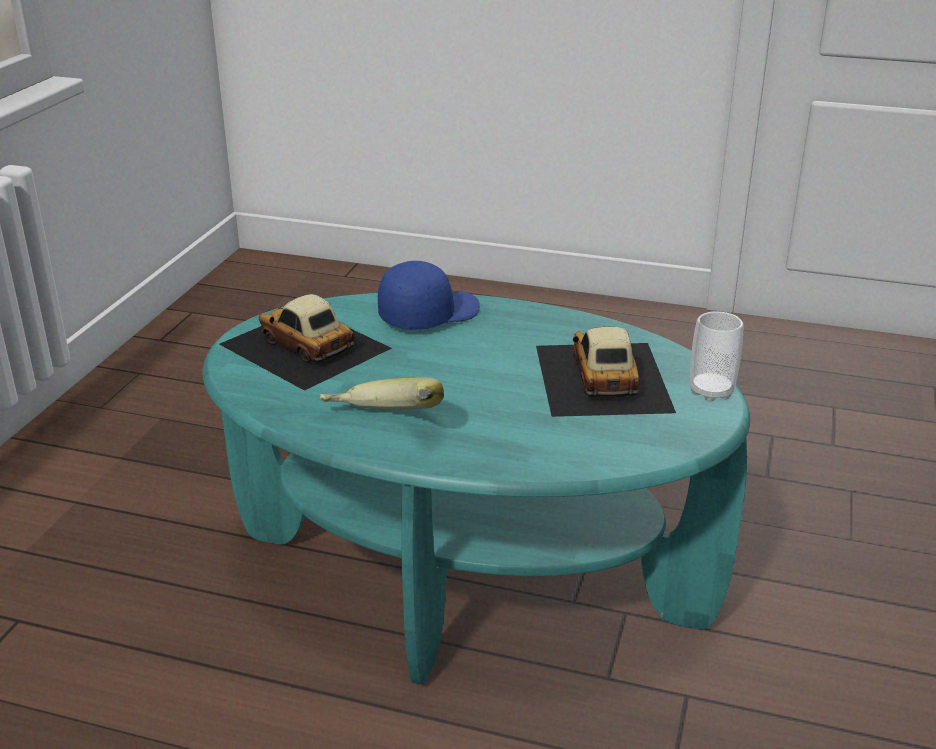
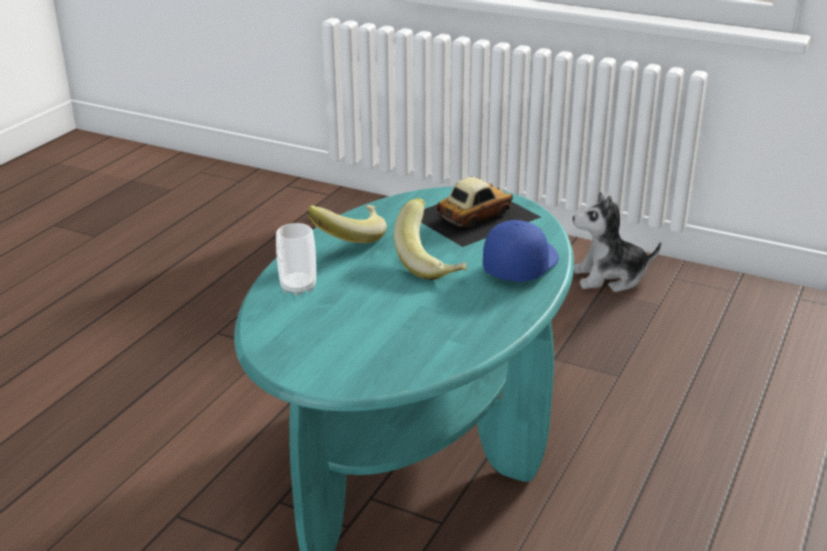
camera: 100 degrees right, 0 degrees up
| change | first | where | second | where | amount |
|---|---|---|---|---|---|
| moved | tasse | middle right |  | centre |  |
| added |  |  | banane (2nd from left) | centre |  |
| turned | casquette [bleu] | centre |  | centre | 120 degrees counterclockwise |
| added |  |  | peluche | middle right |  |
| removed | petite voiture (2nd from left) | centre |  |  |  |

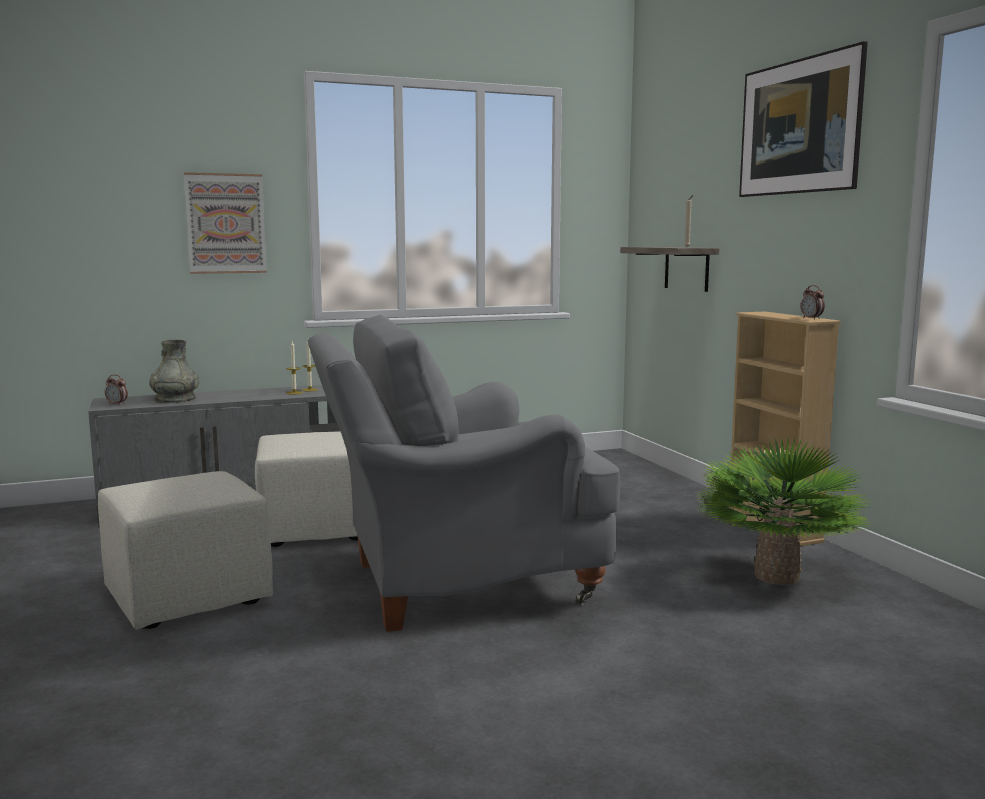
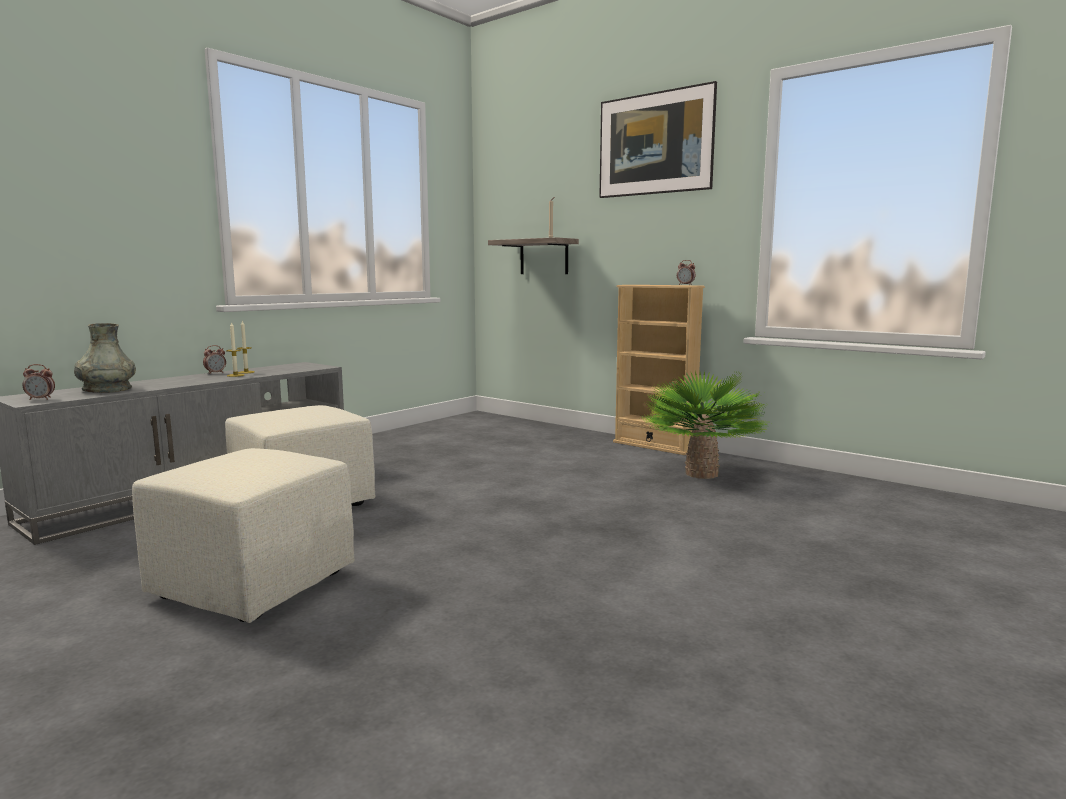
camera: 30 degrees left, 0 degrees up
| change | first | where | second | where | amount |
|---|---|---|---|---|---|
| added |  |  | réveil (2nd from left) | middle left |  |
| removed | tableau (1st from left) | top left |  |  |  |
| removed | fauteuil [gris] | centre |  |  |  |

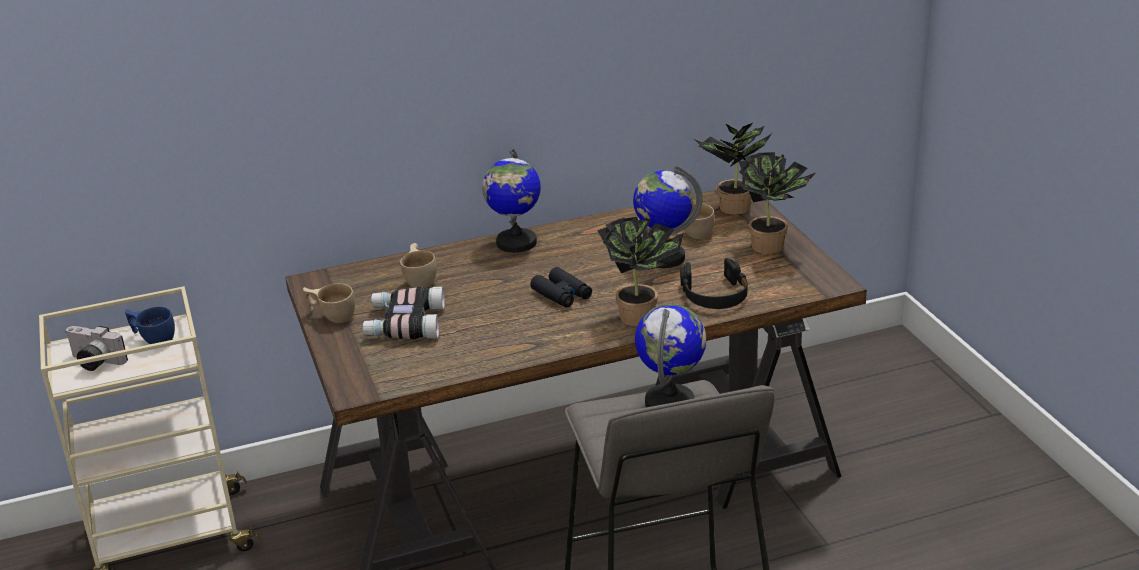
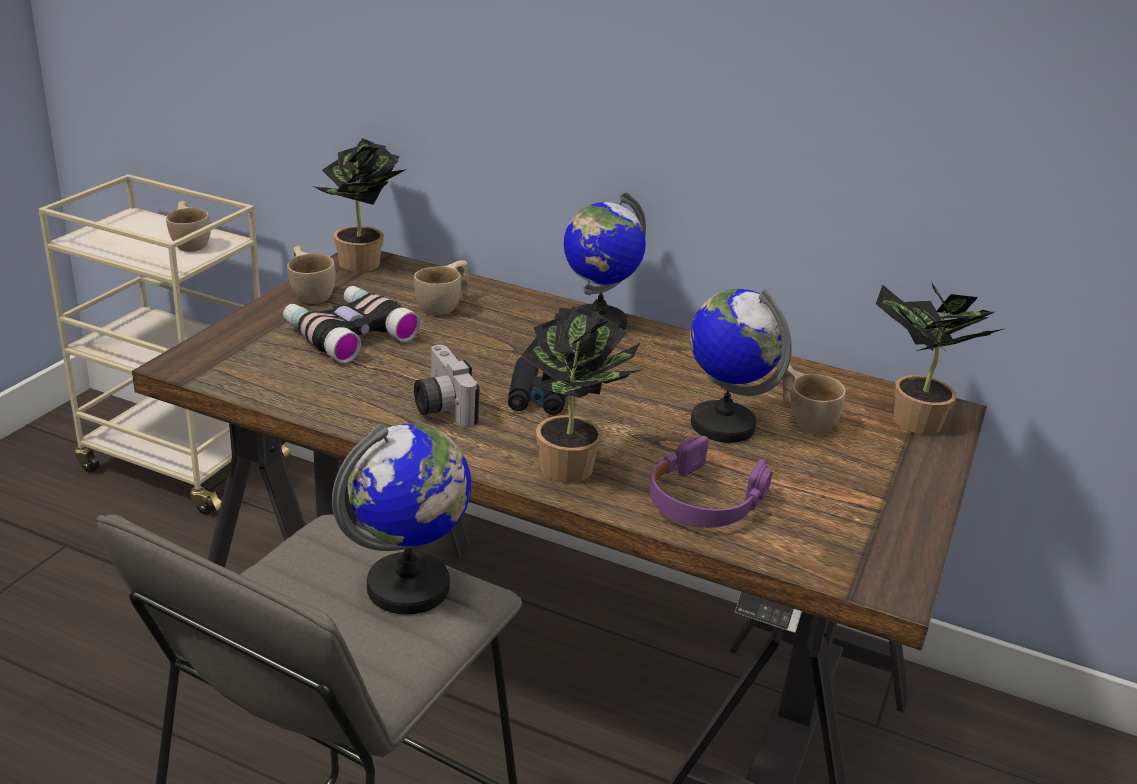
camera: 40 degrees right, 0 degrees up
| change | first | where | second | where | amount |
|---|---|---|---|---|---|
| recoloured | tasse [bleu] | middle left | tasse [beige] (1st from left) | top left |  |
| moved | plante en pot (3rd from left in the first image) | middle right | plante en pot (1st from left) | top left |  |
| moved | appareil photo | middle left |  | centre |  |
| recoloured | casque audio [noir] | centre | casque audio [violet] | centre |  |

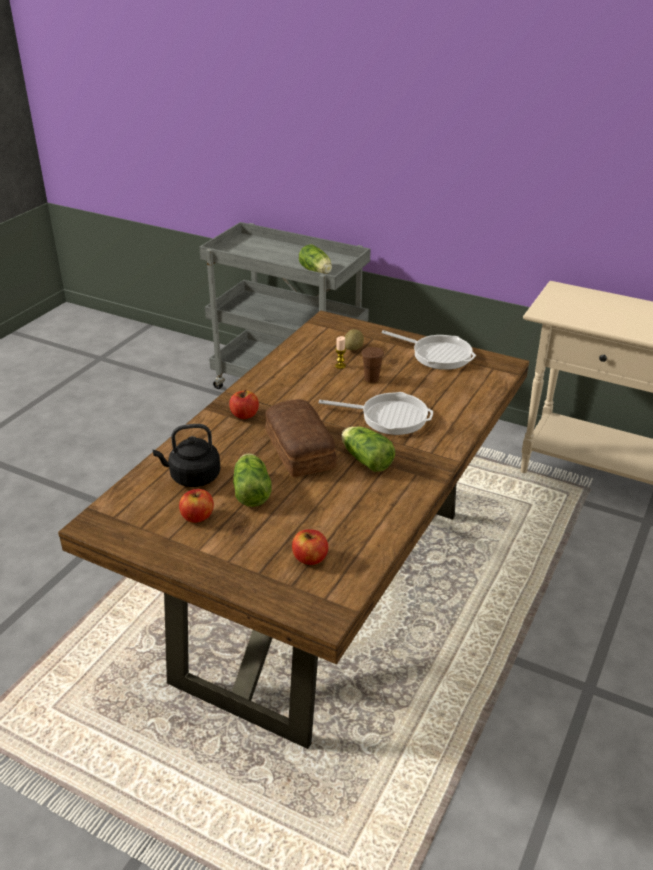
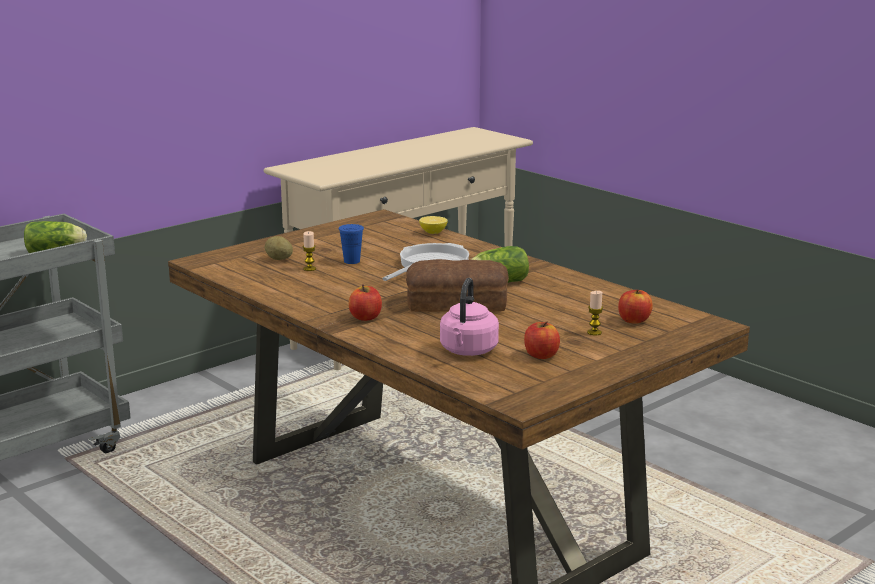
camera: 70 degrees left, 15 degrees down
| change | first | where | second | where | amount |
|---|---|---|---|---|---|
| recoloured | tasse [marron] | centre | tasse [bleu] | centre |  |
| added |  |  | citron | centre |  |
| recoloured | bouilloire [noir] | middle left | bouilloire [rose] | centre |  |
| added |  |  | bougie (2nd from left) | middle right |  |
| removed | laitue (1st from left) | centre |  |  |  |
| removed | poêle (2nd from left) | centre |  |  |  |

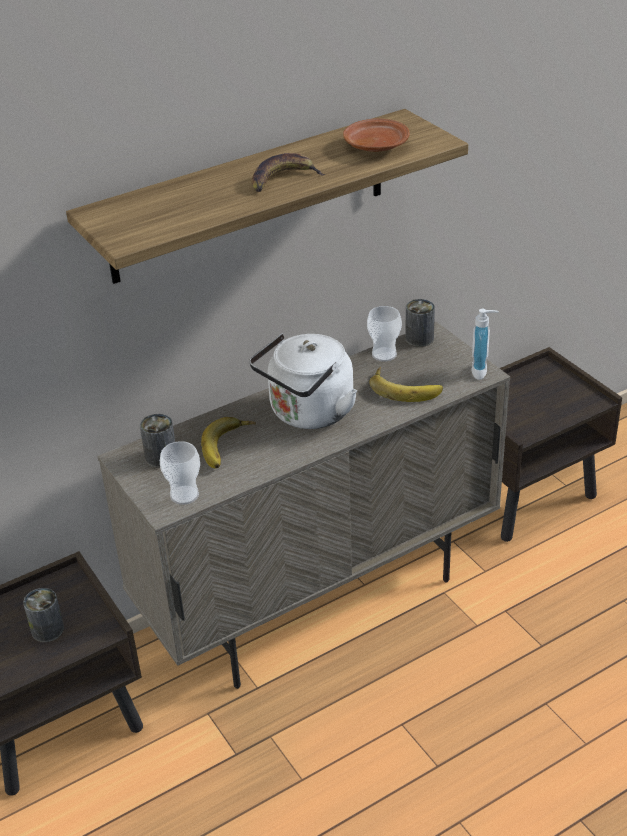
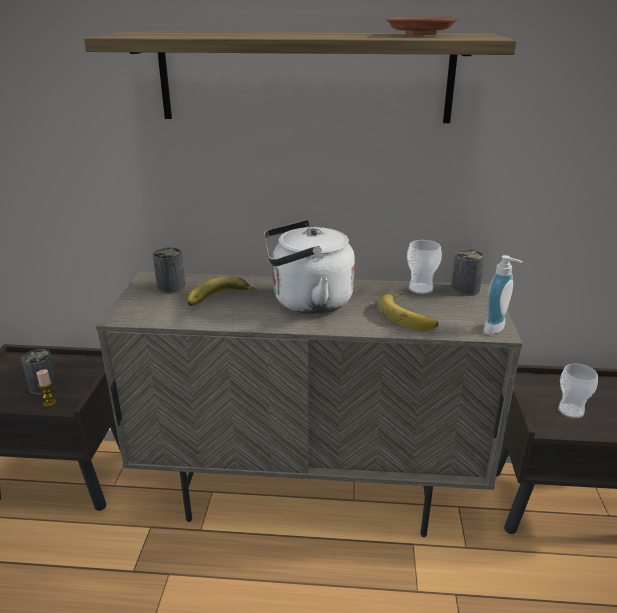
camera: 35 degrees right, 10 degrees down
| change | first | where | second | where | amount |
|---|---|---|---|---|---|
| added |  |  | bougie | middle left |  |
| moved | tasse (1st from left in the first image) | middle left | tasse (2nd from left) | middle right |  |
| removed | banane (2nd from left) | top centre |  |  |  |

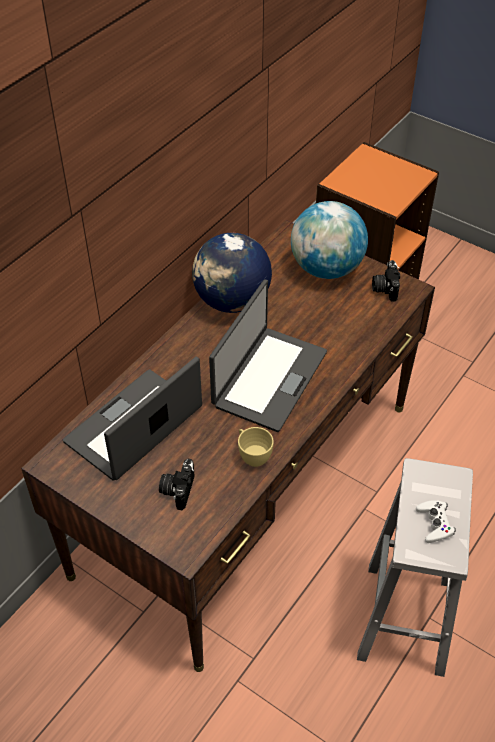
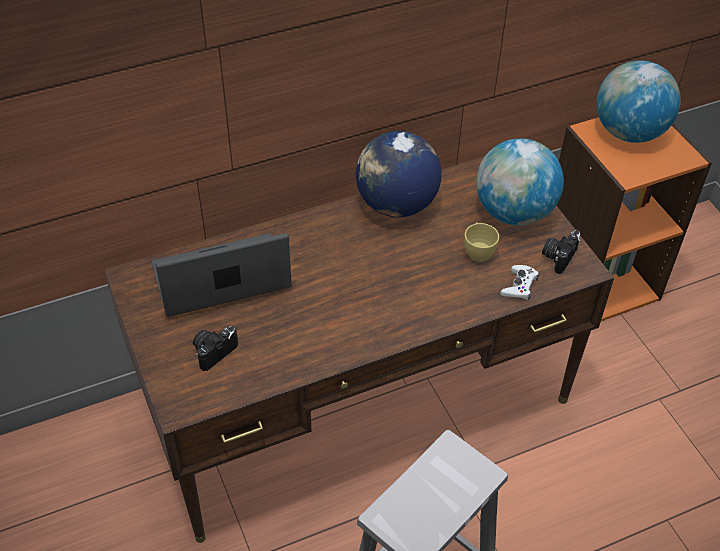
camera: 30 degrees right, 0 degrees up
| change | first | where | second | where | amount |
|---|---|---|---|---|---|
| moved | tasse [jaune] | centre |  | middle right |  |
| moved | manette [blanc] | bottom right |  | middle right |  |
| added |  |  | globe (3rd from left) | top right |  |
| removed | ordinateur portable (2nd from left) | centre |  |  |  |

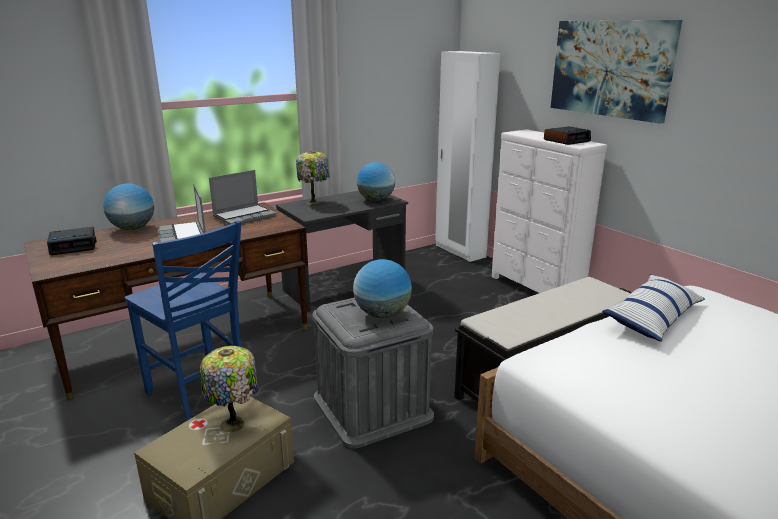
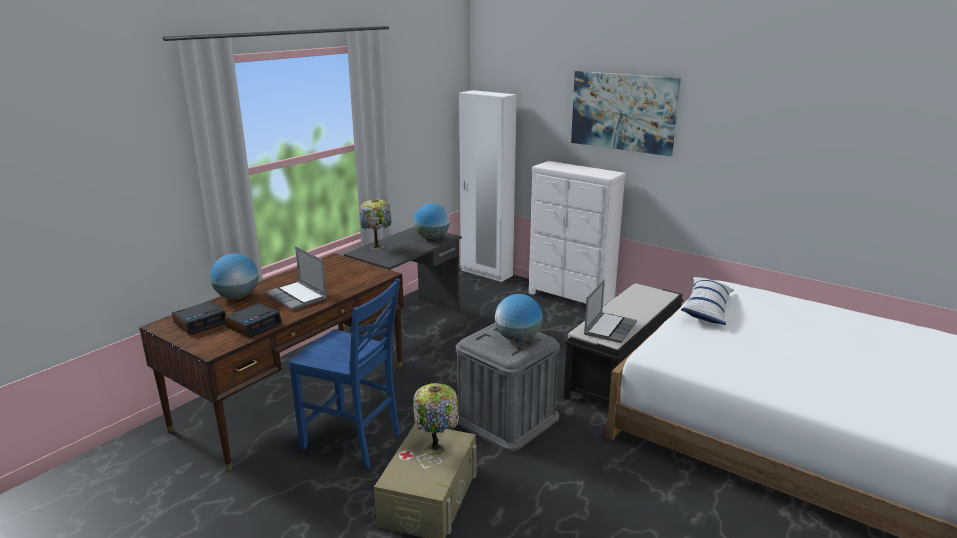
camera: 20 degrees left, 0 degrees up
| change | first | where | second | where | amount |
|---|---|---|---|---|---|
| moved | réveil (2nd from left) | top right |  | middle left |  |
| moved | ordinateur portable (2nd from left) | middle left |  | centre |  |

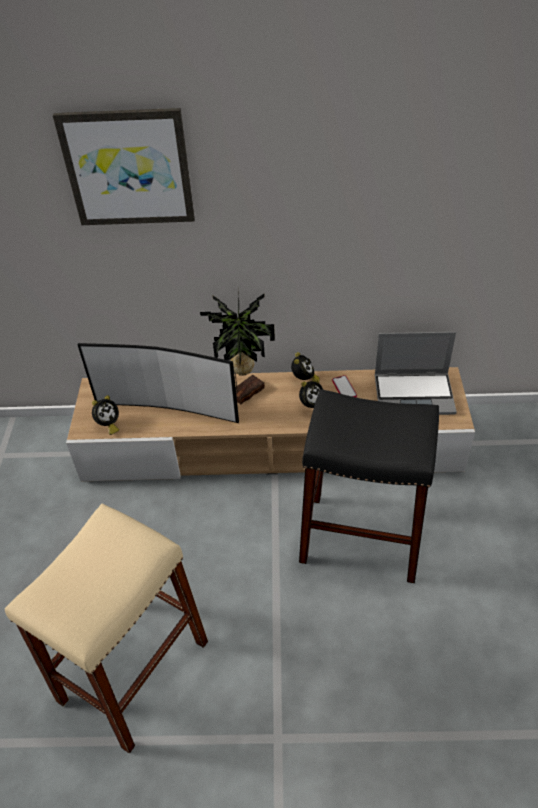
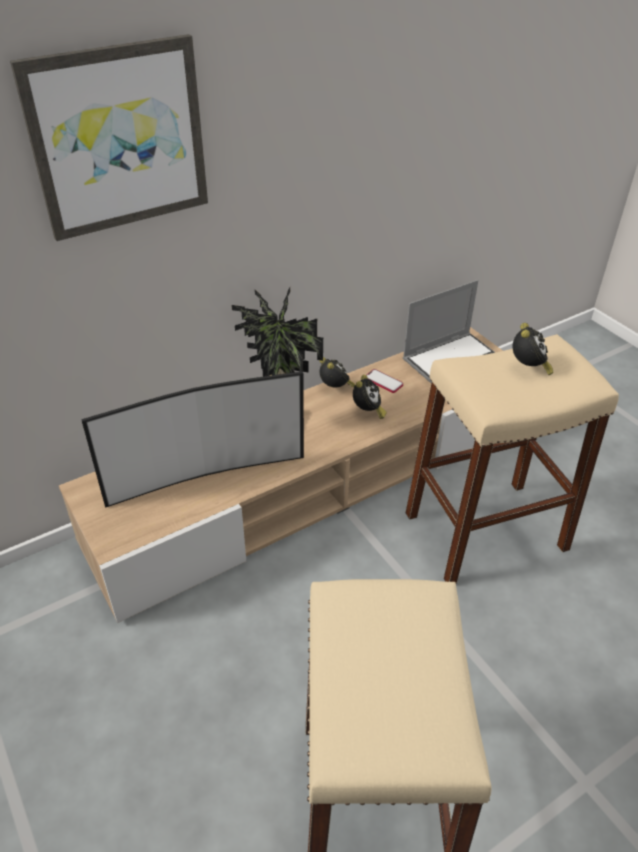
camera: 35 degrees left, 5 degrees down
| change | first | where | second | where | amount |
|---|---|---|---|---|---|
| recoloured | tabouret [noir] | middle right | tabouret [beige] (2nd from left) | middle right |  |
| moved | réveil (1st from left in the first image) | middle left | réveil (3rd from left) | middle right |  |

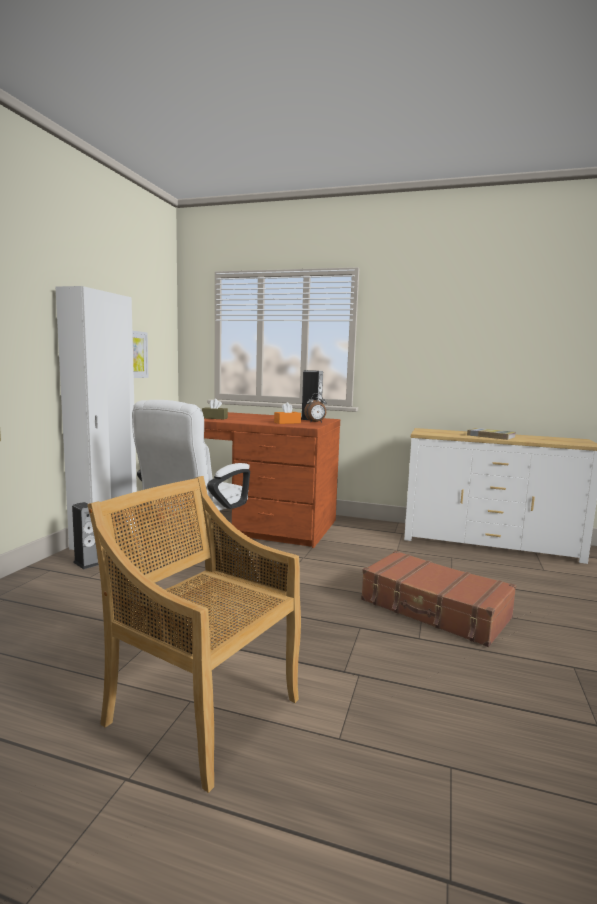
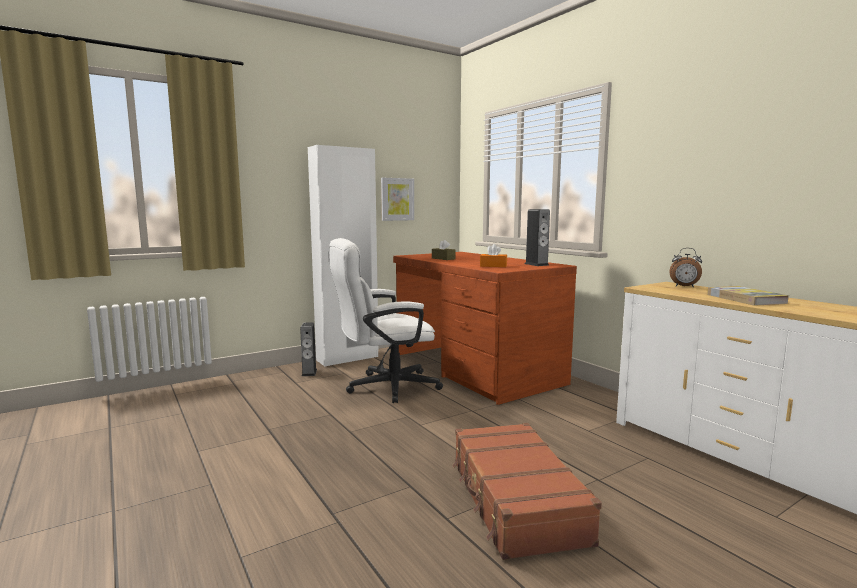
camera: 40 degrees right, 0 degrees up
| change | first | where | second | where | amount |
|---|---|---|---|---|---|
| moved | réveil | centre |  | middle right |  |
| removed | chaise [beige] | bottom left |  |  |  |

